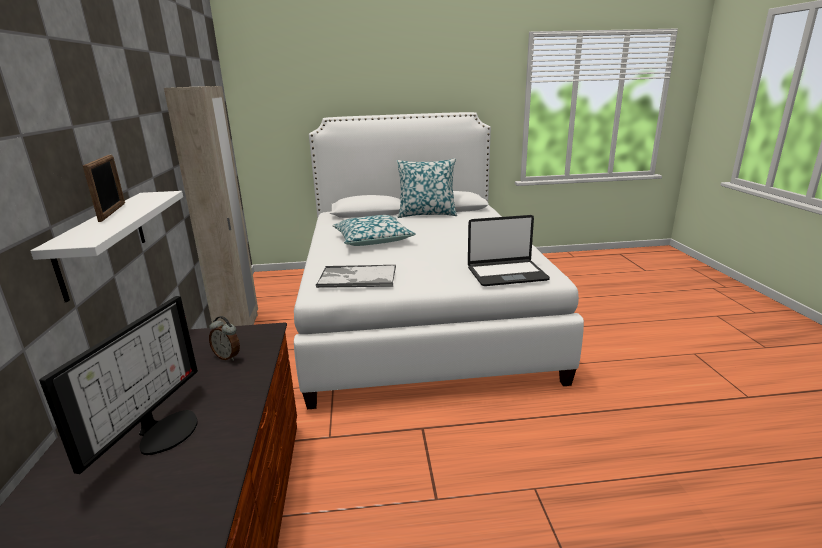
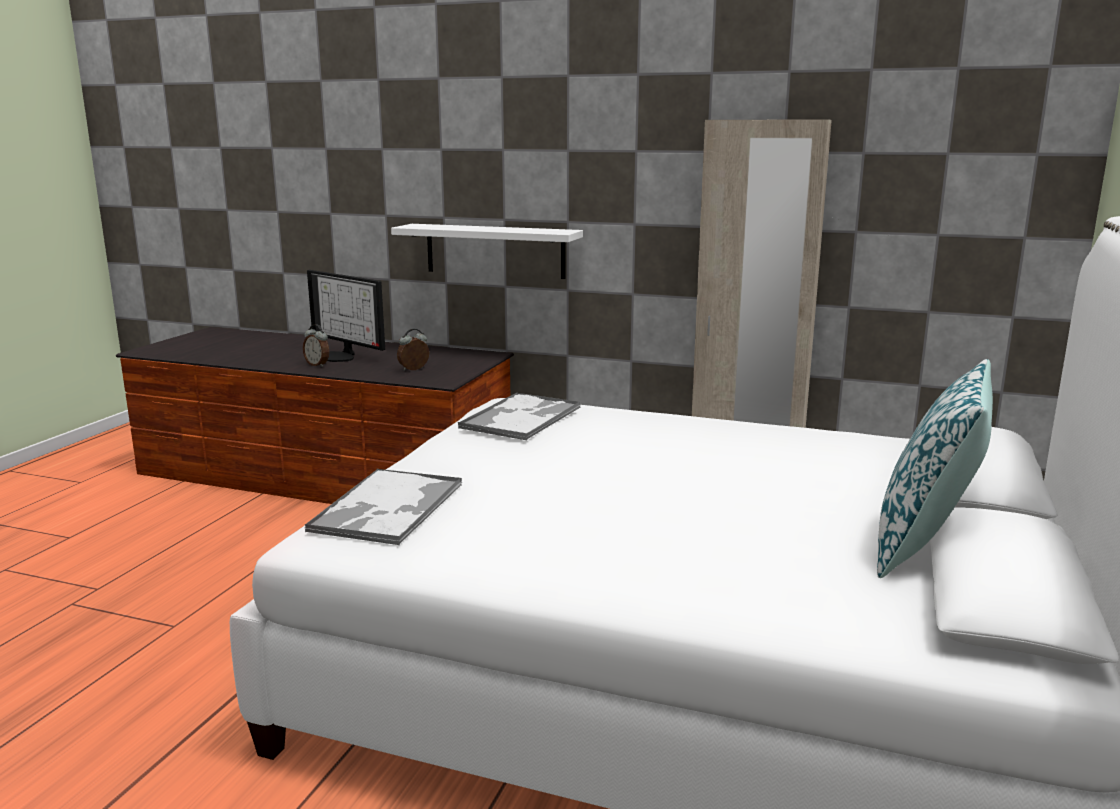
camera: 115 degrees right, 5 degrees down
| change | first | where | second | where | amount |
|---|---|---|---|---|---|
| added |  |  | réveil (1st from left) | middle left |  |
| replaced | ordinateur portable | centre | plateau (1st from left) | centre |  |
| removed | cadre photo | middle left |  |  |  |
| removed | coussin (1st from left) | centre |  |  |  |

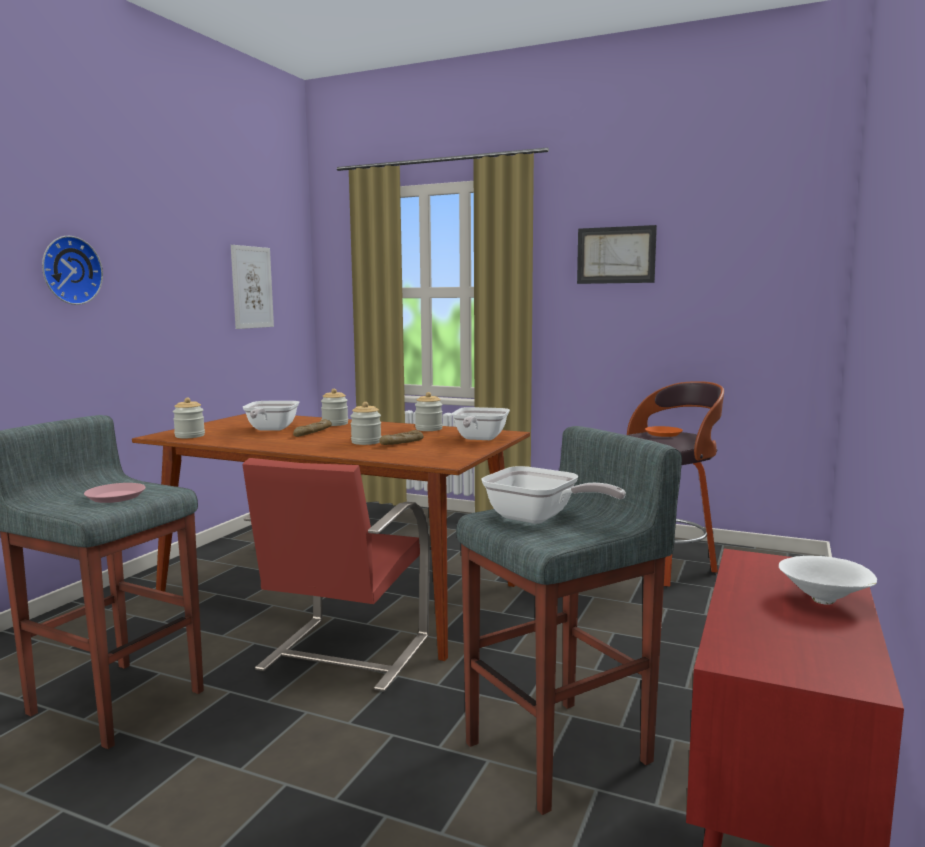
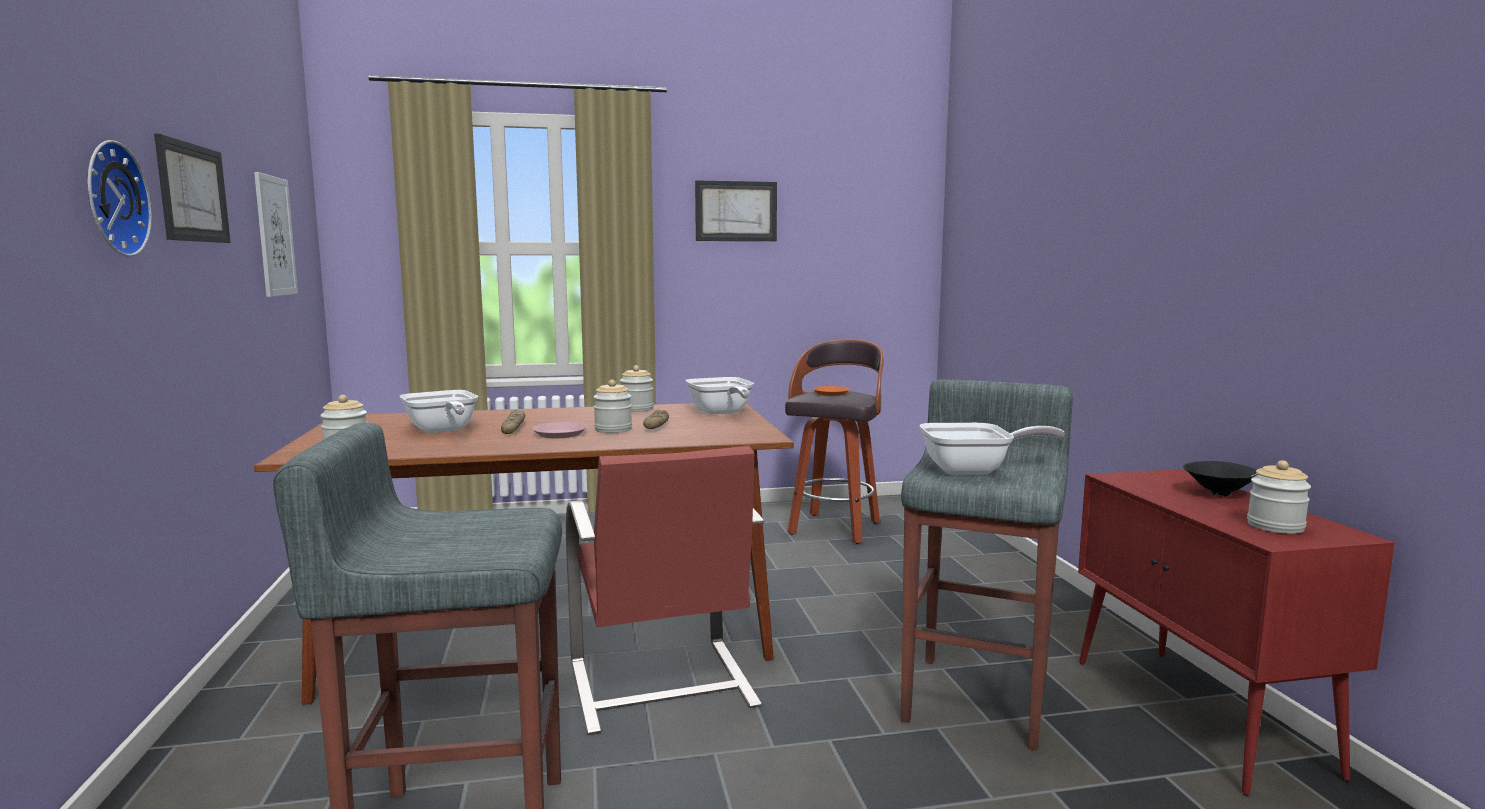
camera: 35 degrees left, 0 degrees up
| change | first | where | second | where | amount |
|---|---|---|---|---|---|
| added |  |  | tableau (1st from left) | top left |  |
| moved | assiette [rose] | middle left |  | centre |  |
| recoloured | bol [blanc] | bottom right | bol [noir] | middle right |  |
| moved | bocal (2nd from left in the first image) | centre | bocal (4th from left) | middle right |  |

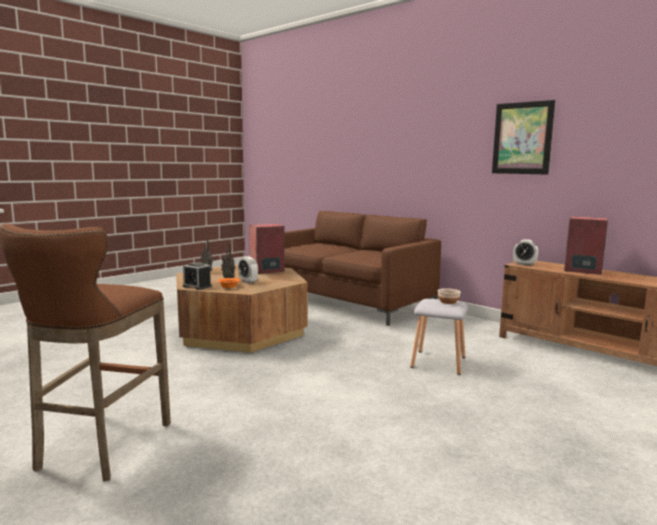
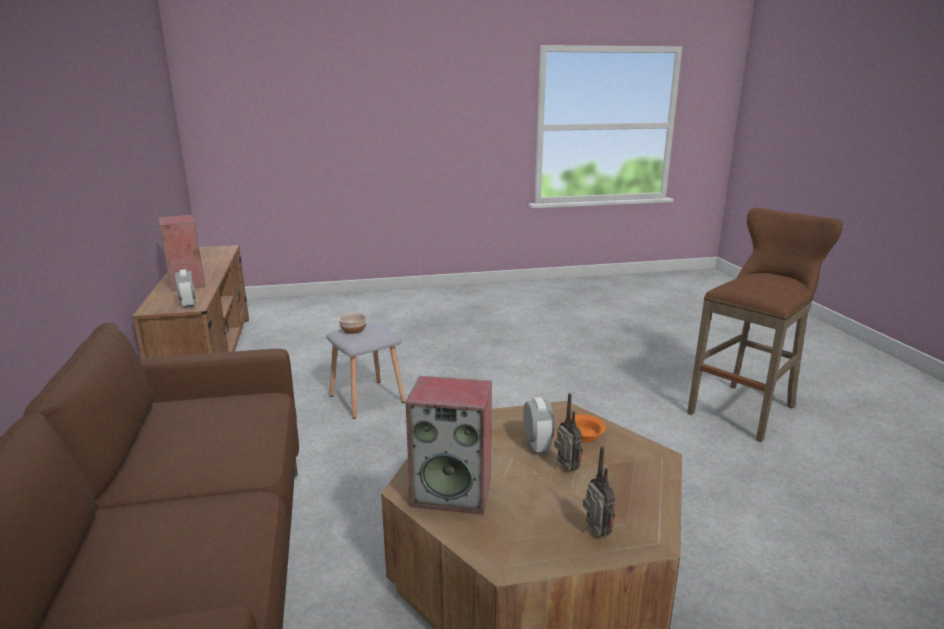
camera: 145 degrees left, 10 degrees up
| change | first | where | second | where | amount |
|---|---|---|---|---|---|
| removed | réveil (1st from left) | middle left |  |  |  |
| removed | tableau | top right |  |  |  |

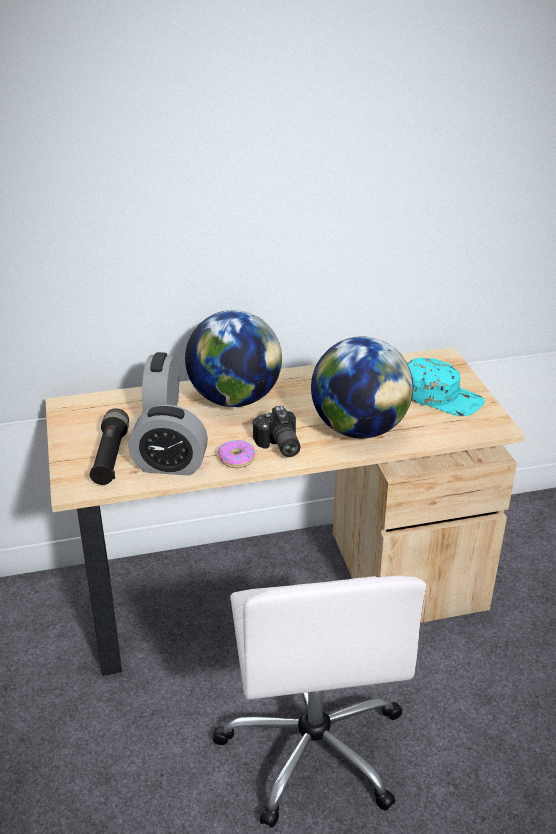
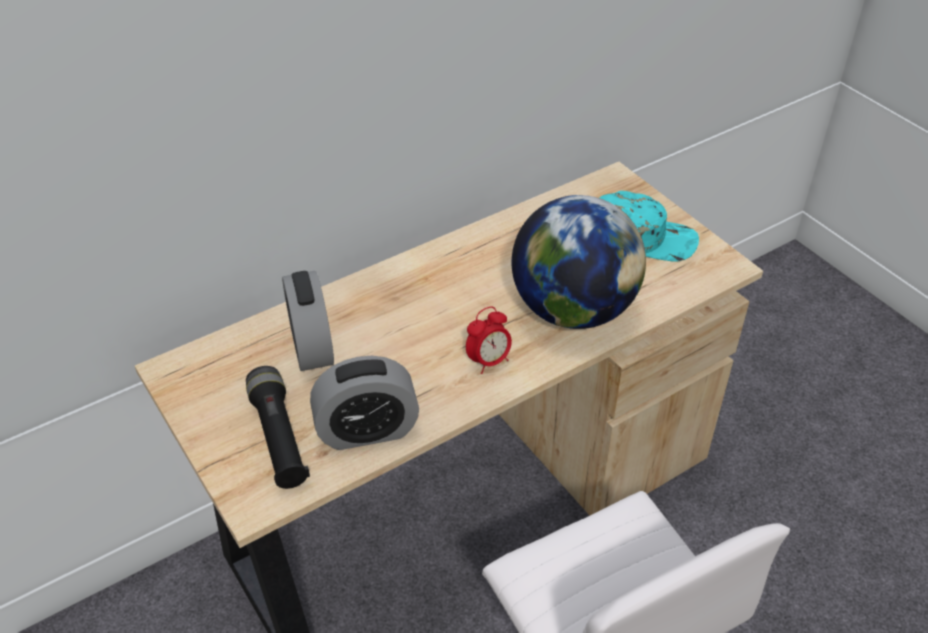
camera: 20 degrees left, 10 degrees up
| change | first | where | second | where | amount |
|---|---|---|---|---|---|
| replaced | appareil photo | centre | réveil (3rd from left) | centre |  |
| removed | globe (1st from left) | centre |  |  |  |
| removed | beignet | centre |  |  |  |

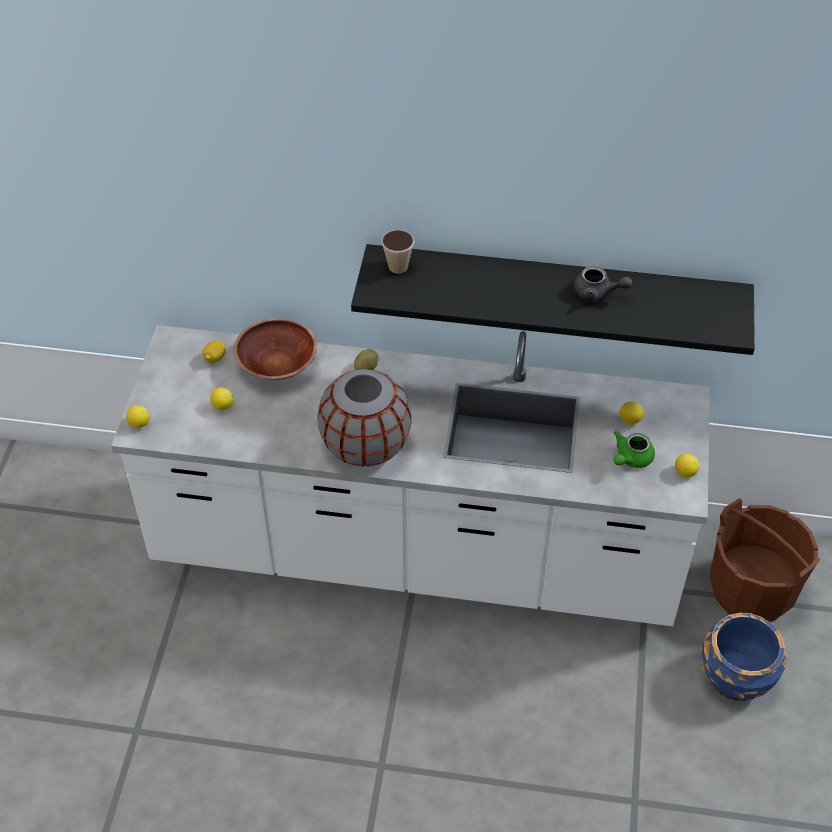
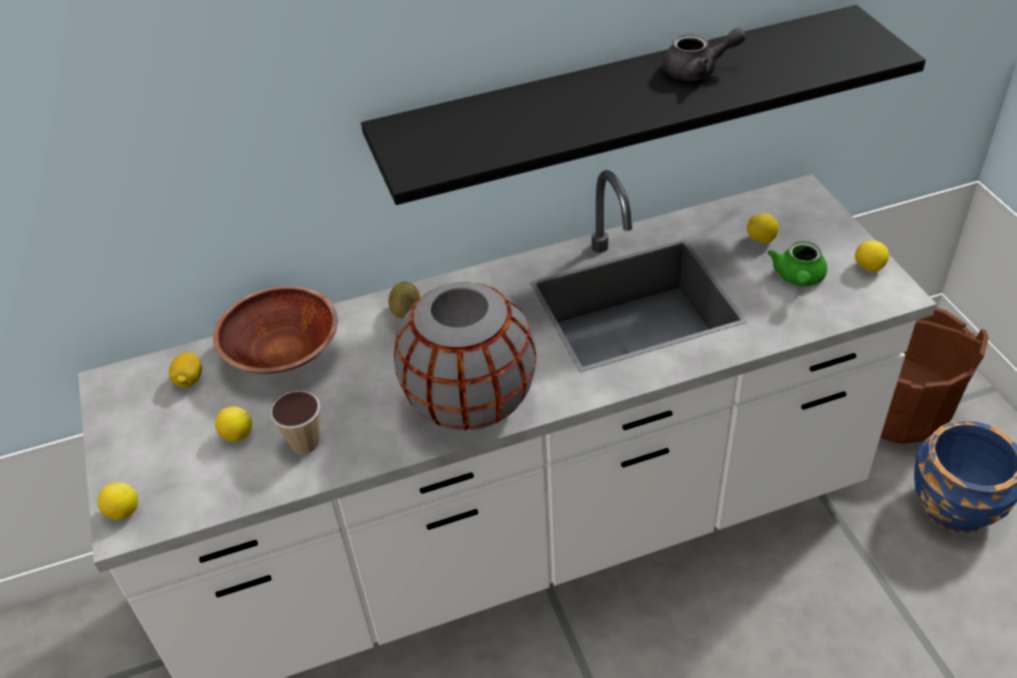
camera: 25 degrees left, 5 degrees down
| change | first | where | second | where | amount |
|---|---|---|---|---|---|
| moved | tasse | top centre |  | middle left |  |

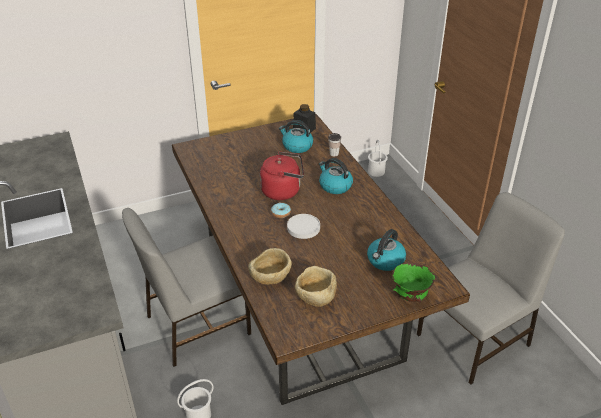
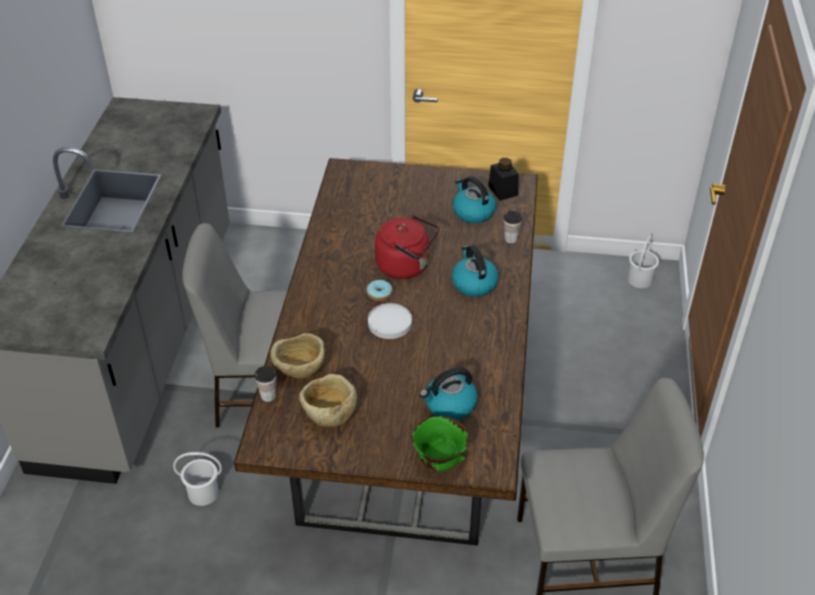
camera: 30 degrees right, 5 degrees up
| change | first | where | second | where | amount |
|---|---|---|---|---|---|
| added |  |  | tasse (1st from left) | middle left |  |

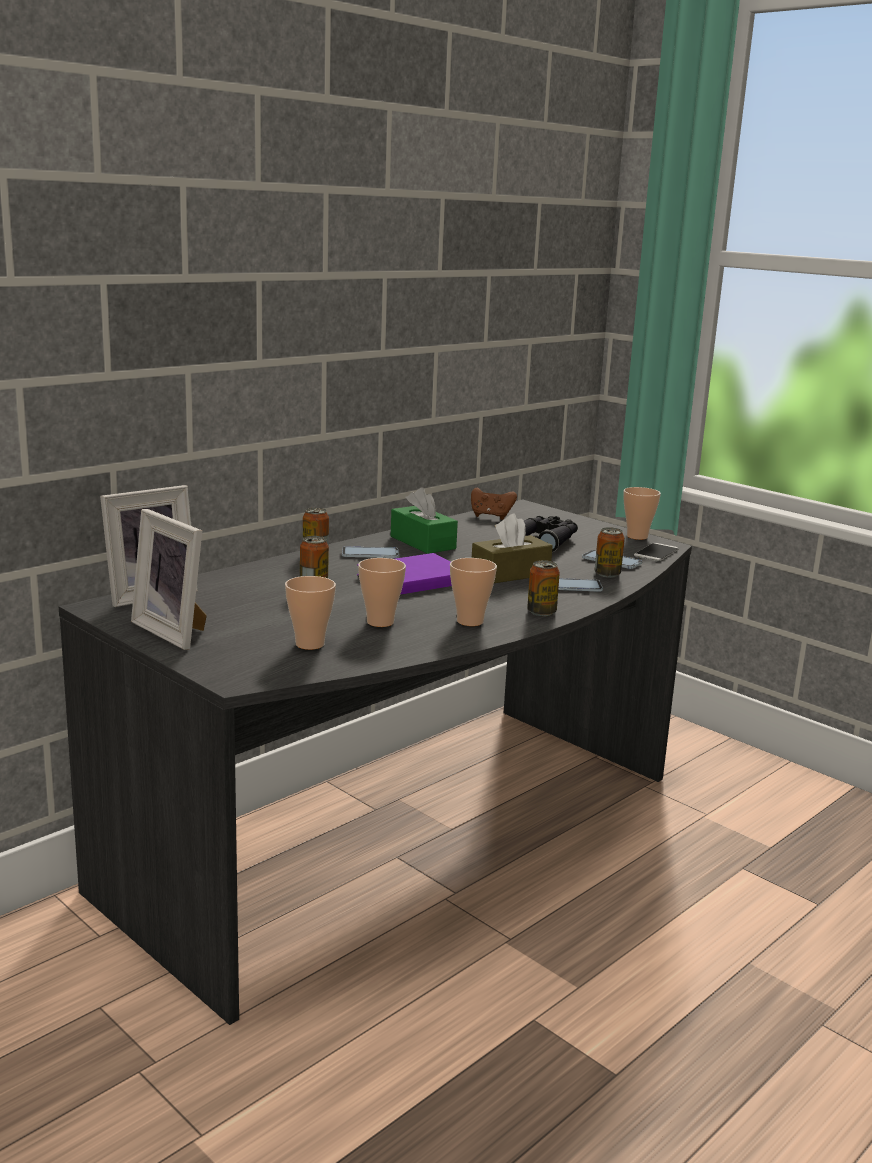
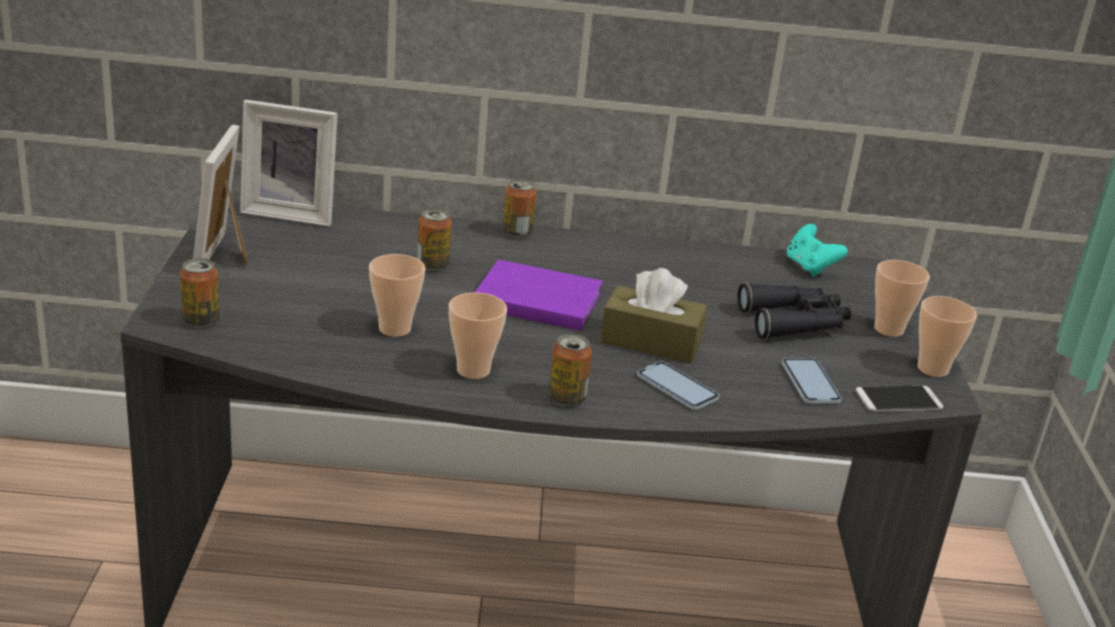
camera: 45 degrees right, 10 degrees up
| change | first | where | second | where | amount |
|---|---|---|---|---|---|
| moved | boîte métallique (4th from left in the first image) | middle right | boîte métallique (1st from left) | middle left |  |
| recoloured | manette [marron] | centre | manette [turquoise] | middle right |  |
| moved | tasse (1st from left in the first image) | centre | tasse (3rd from left) | middle right |  |
| removed | téléphone (1st from left) | centre |  |  |  |
| removed | boîte à mouchoirs [vert] | centre |  |  |  |

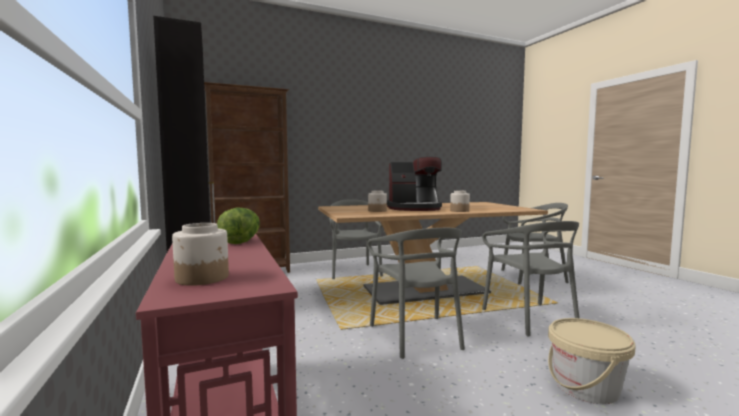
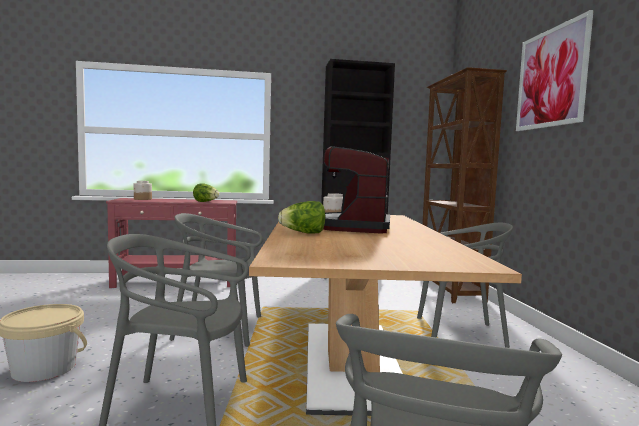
camera: 105 degrees right, 0 degrees up
| change | first | where | second | where | amount |
|---|---|---|---|---|---|
| replaced | bocal (3rd from left) | centre | laitue (2nd from left) | centre |  |
| added |  |  | tableau | top right |  |

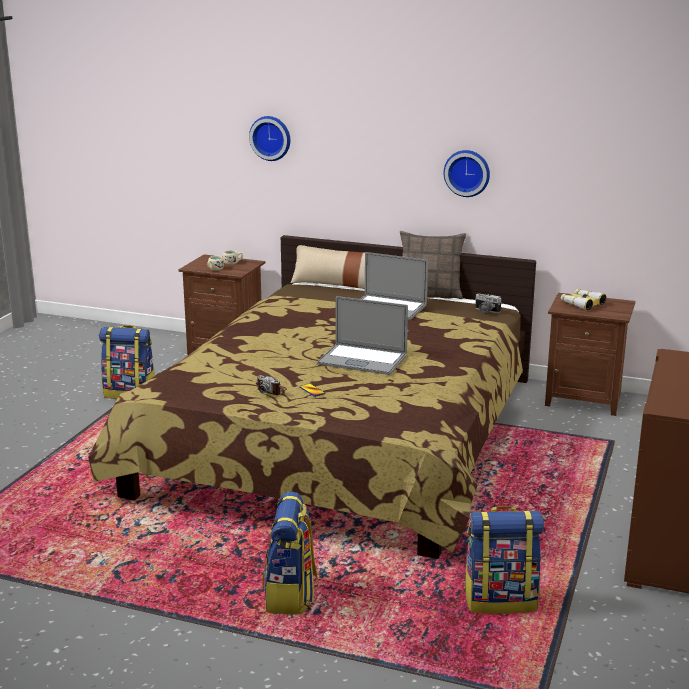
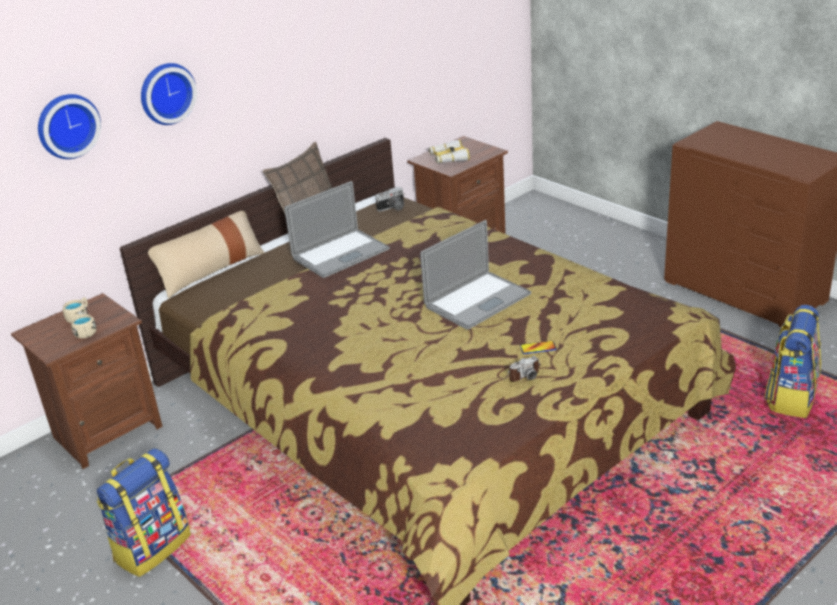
camera: 60 degrees left, 10 degrees up
| change | first | where | second | where | amount |
|---|---|---|---|---|---|
| moved | horloge murale (2nd from left) | top right |  | top left |  |
| removed | sac à dos (2nd from left) | bottom centre |  |  |  |

